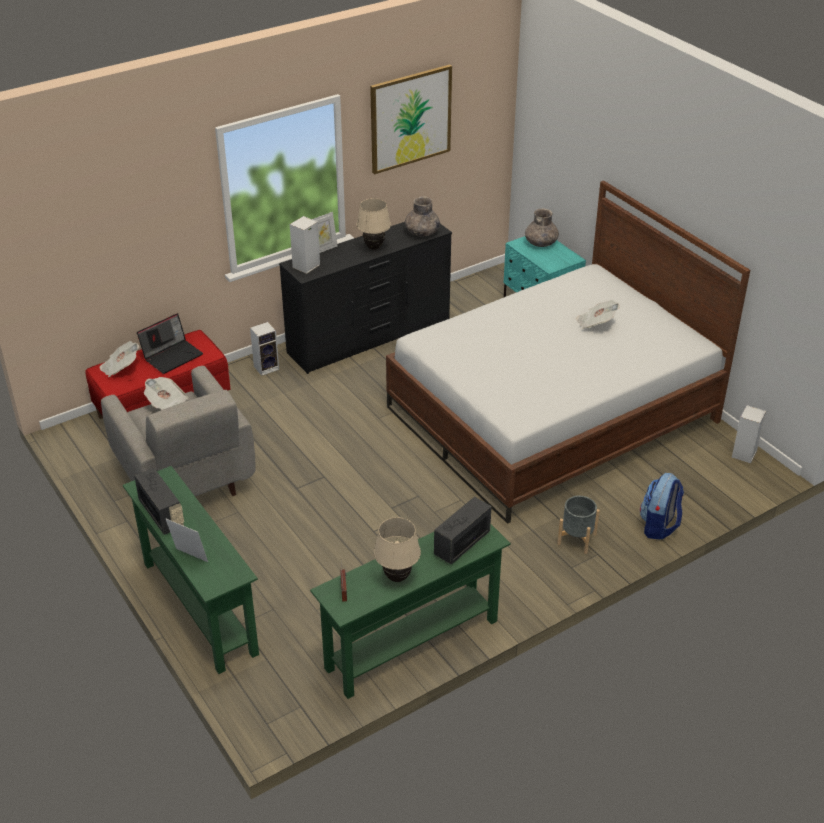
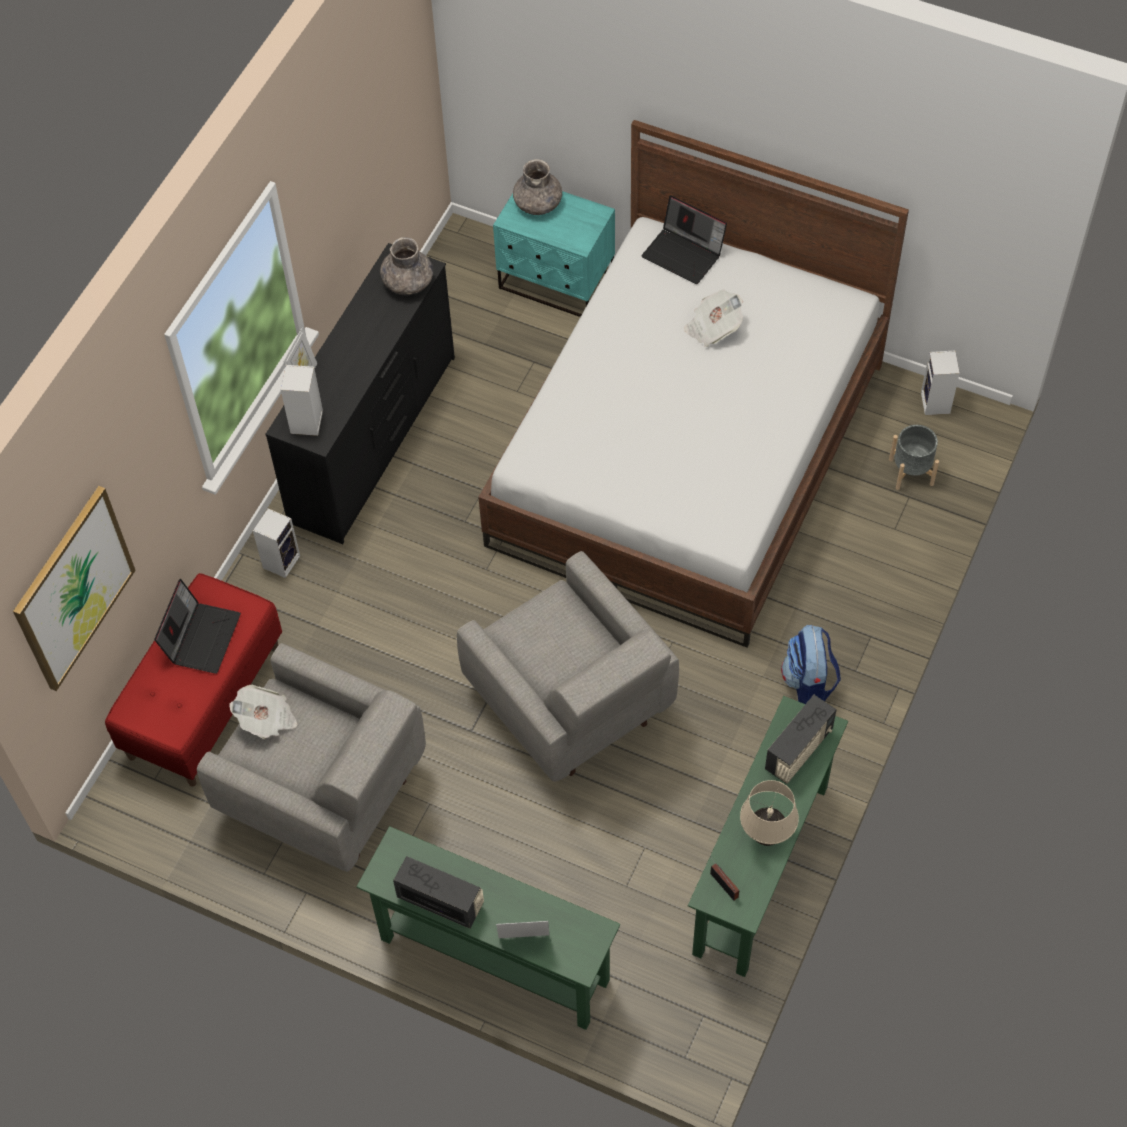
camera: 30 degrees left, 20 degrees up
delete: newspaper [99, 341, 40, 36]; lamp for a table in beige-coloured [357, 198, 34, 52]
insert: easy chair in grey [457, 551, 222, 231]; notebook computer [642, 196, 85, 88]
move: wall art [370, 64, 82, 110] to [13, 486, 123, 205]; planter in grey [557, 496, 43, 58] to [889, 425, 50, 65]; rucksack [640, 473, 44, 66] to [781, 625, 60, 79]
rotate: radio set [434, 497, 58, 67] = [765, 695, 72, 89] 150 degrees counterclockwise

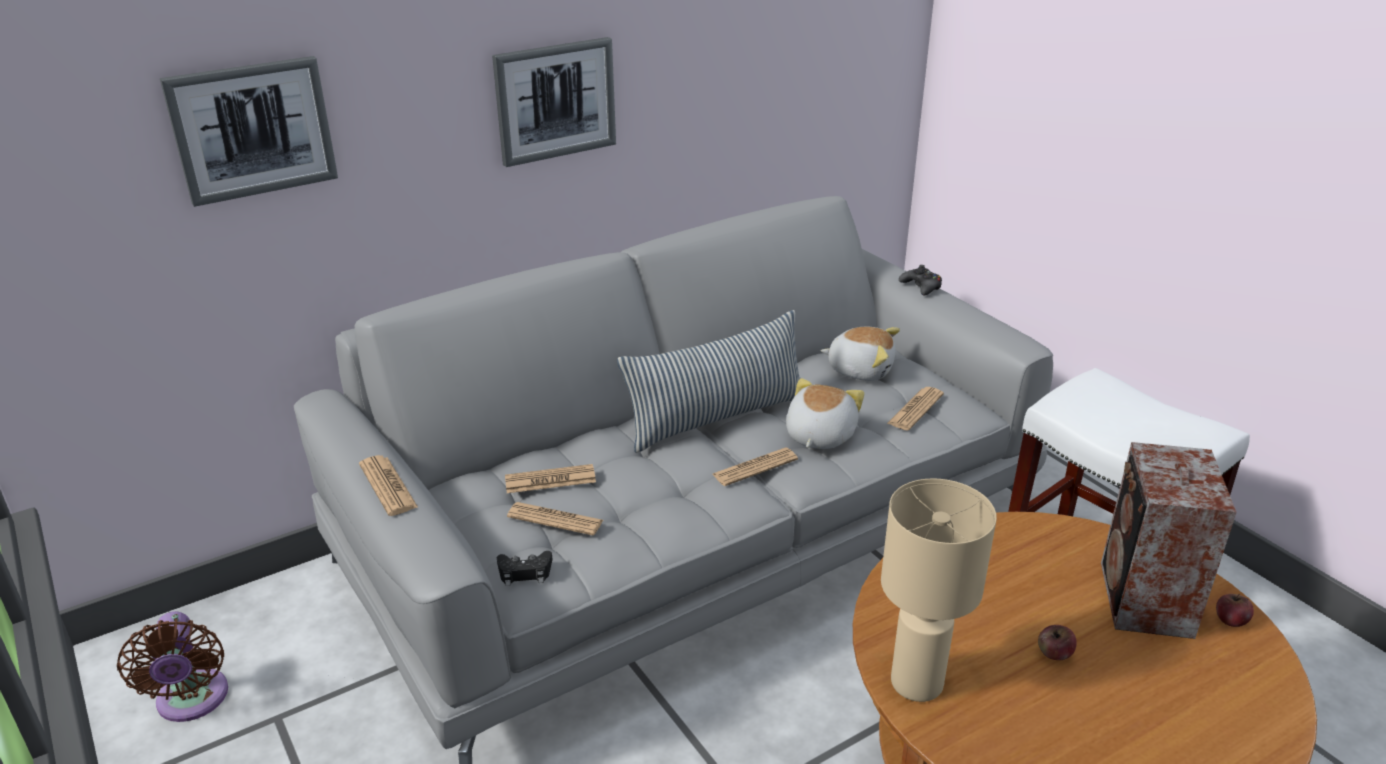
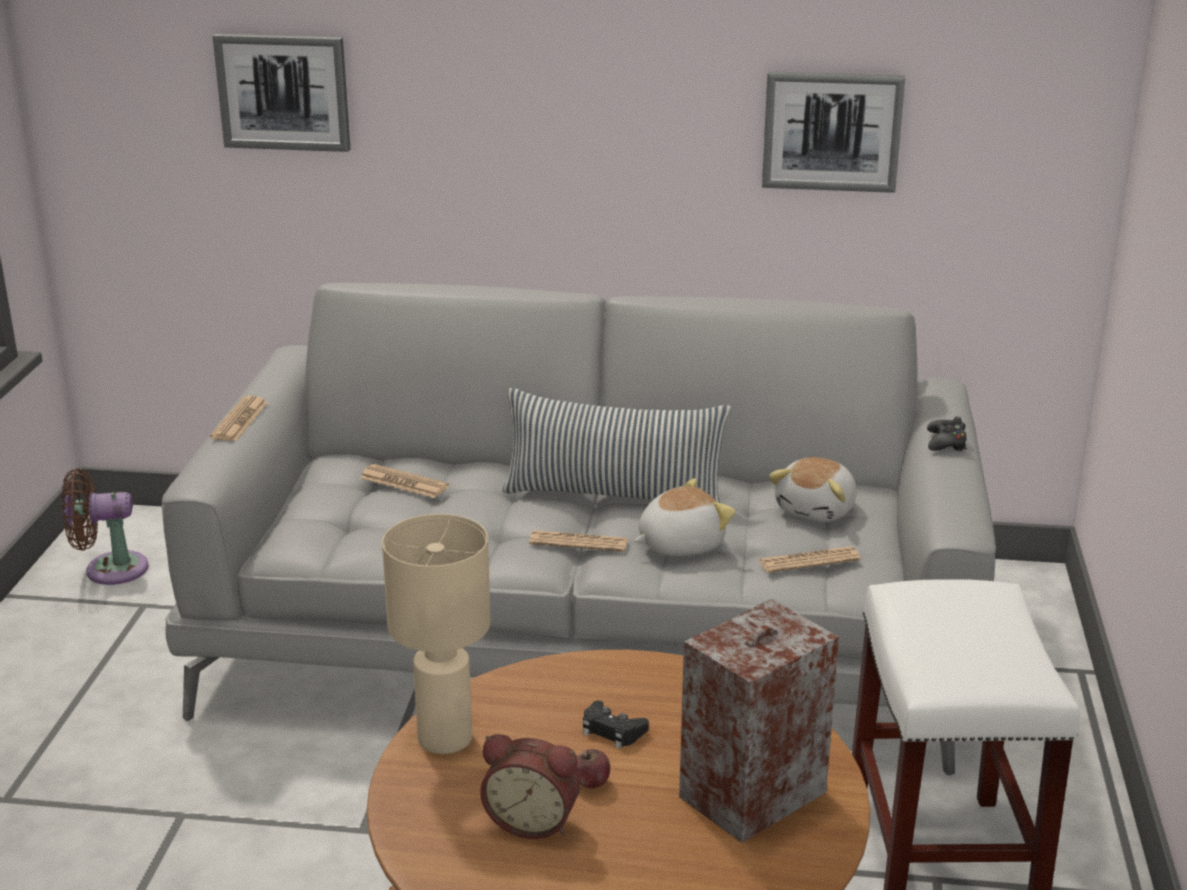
camera: 40 degrees right, 5 degrees down
delete: newspaper [507, 502, 96, 33]; apple fruit [1216, 594, 38, 33]
insert: alarm clock [480, 734, 101, 105]
move: wall art [492, 37, 124, 130] to [762, 71, 143, 122]; gamepad in blackish [497, 551, 56, 35] to [583, 701, 66, 48]
rotate: electric fan in brownish [117, 611, 111, 111] = [62, 468, 87, 117] 60 degrees clockwise; cuddly toy [821, 327, 79, 54] = [769, 457, 88, 65] 60 degrees clockwise

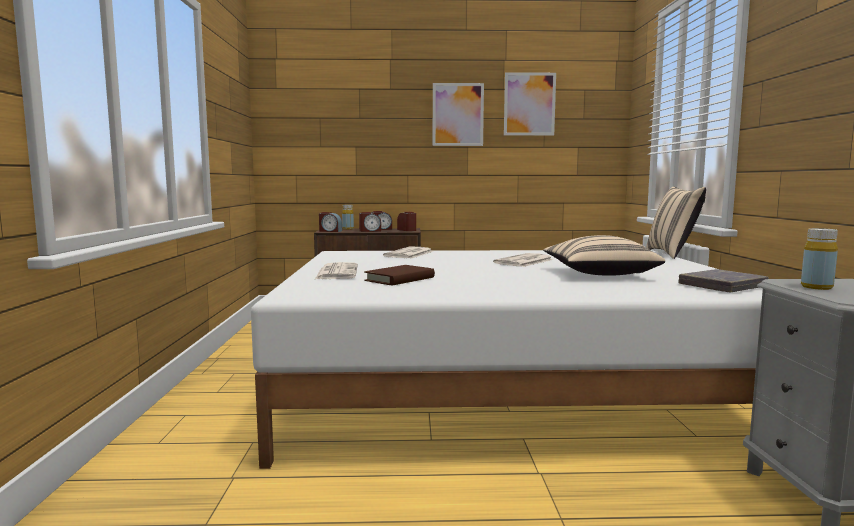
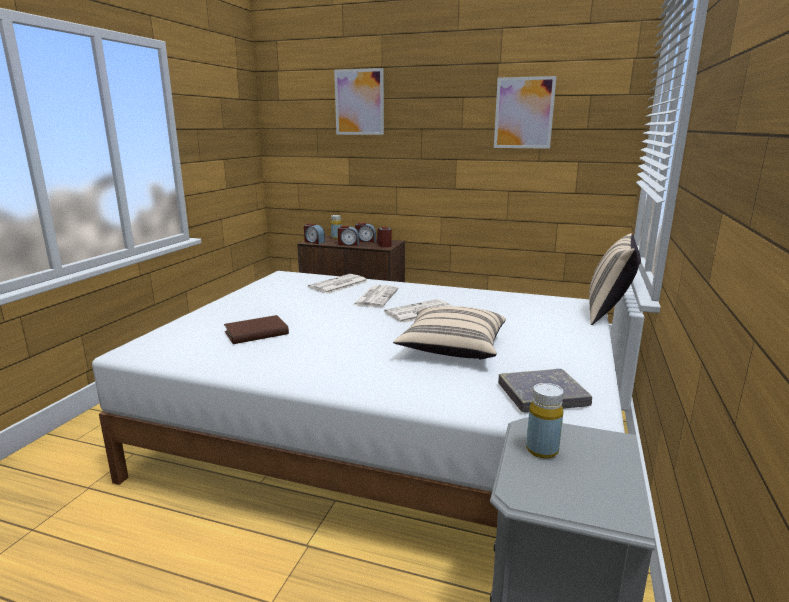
camera: 20 degrees right, 10 degrees up
move: newspaper [315, 262, 43, 17] to [353, 285, 46, 23]; wall art [433, 83, 51, 63] to [334, 68, 50, 67]

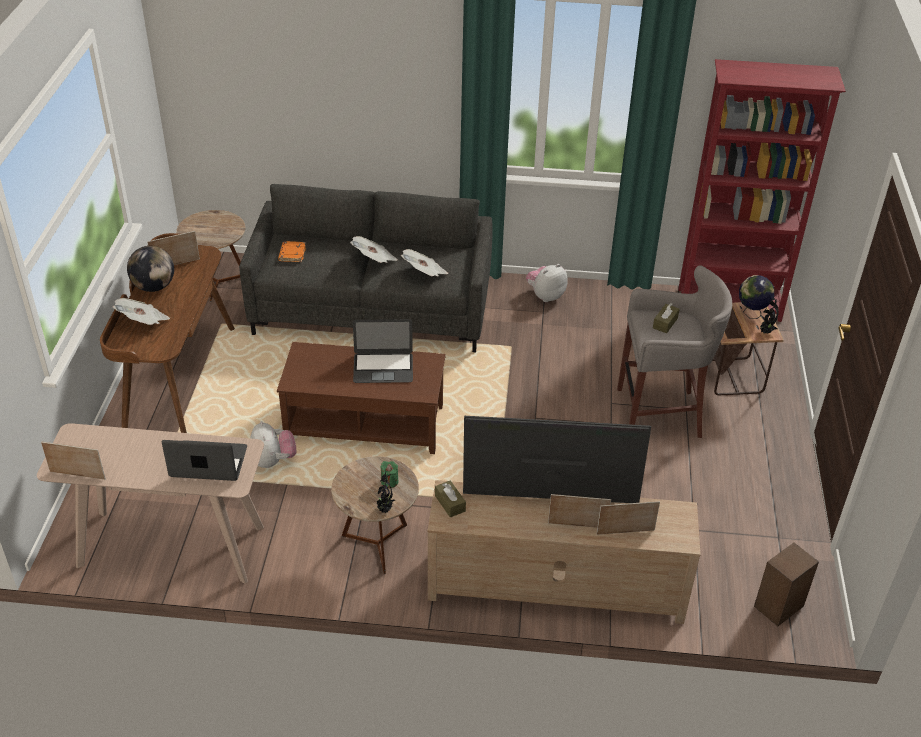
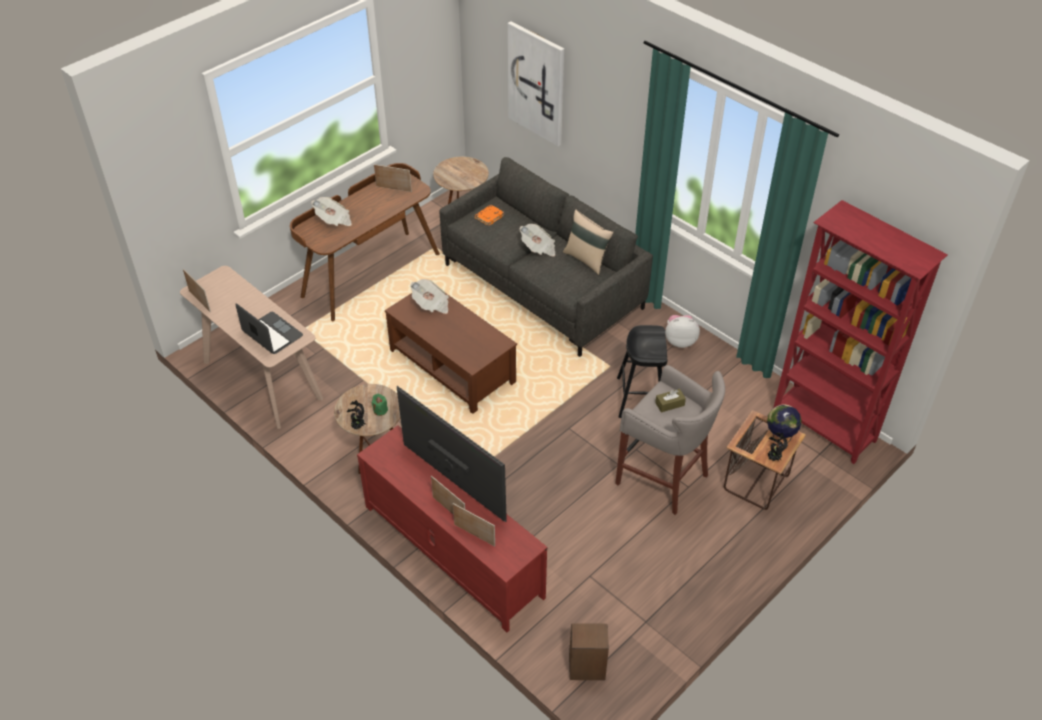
camera: 40 degrees right, 5 degrees up
delete: globe [127, 246, 47, 46]; cuddly toy [250, 421, 46, 47]; notebook computer [353, 319, 60, 64]; tissue box in brownish [435, 480, 31, 37]
insert: wall art [508, 21, 56, 125]; cushion in beige-coloured [563, 210, 51, 65]; stool in blackish [617, 325, 51, 93]
move: newspaper [401, 249, 47, 28] to [410, 279, 39, 35]
recolor: media console in beige-coloured [428, 480, 273, 144] to media console in red [357, 426, 190, 206]

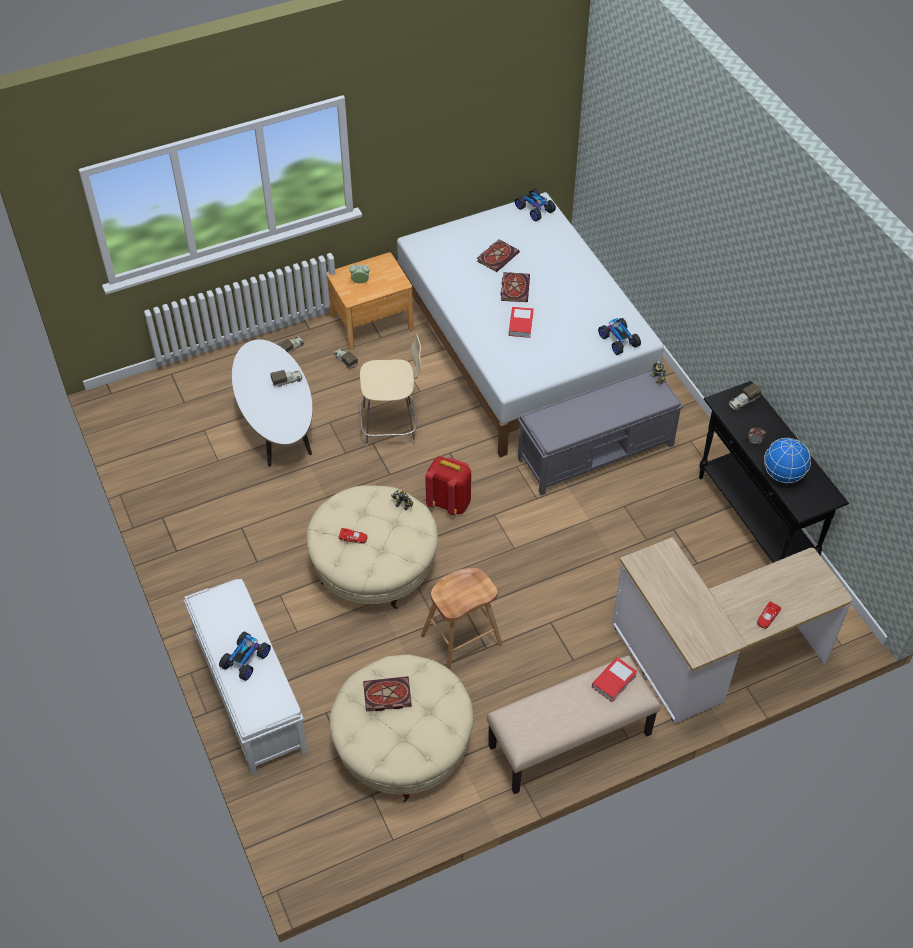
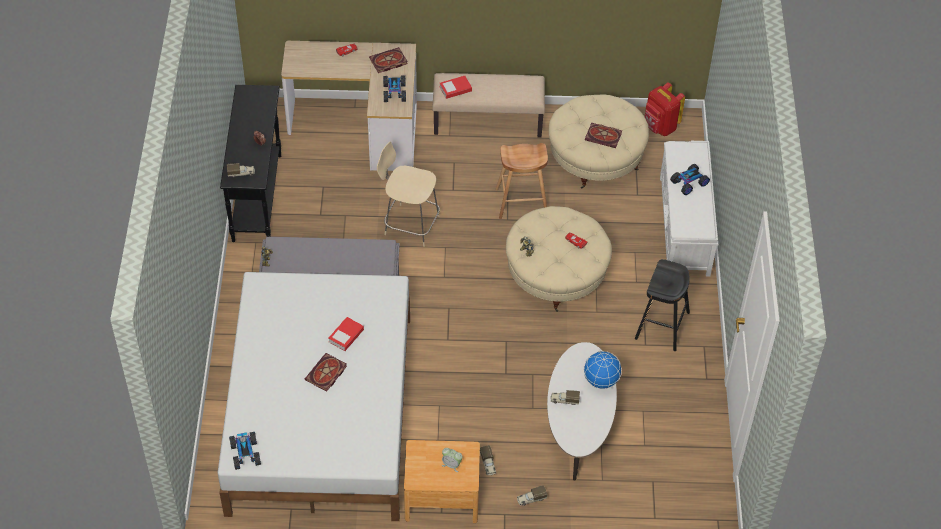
camera: 155 degrees left, 0 degrees up
insert: stool in blackish [635, 259, 55, 92]
move: stool in beige-coloured [359, 334, 62, 114] to [377, 141, 63, 106]; rucksack in red [425, 457, 46, 58] to [644, 82, 41, 54]; bound book [477, 239, 43, 33] to [369, 47, 39, 26]; miniature car [598, 318, 43, 37] to [383, 75, 23, 27]; globe [764, 438, 47, 45] to [584, 351, 38, 38]

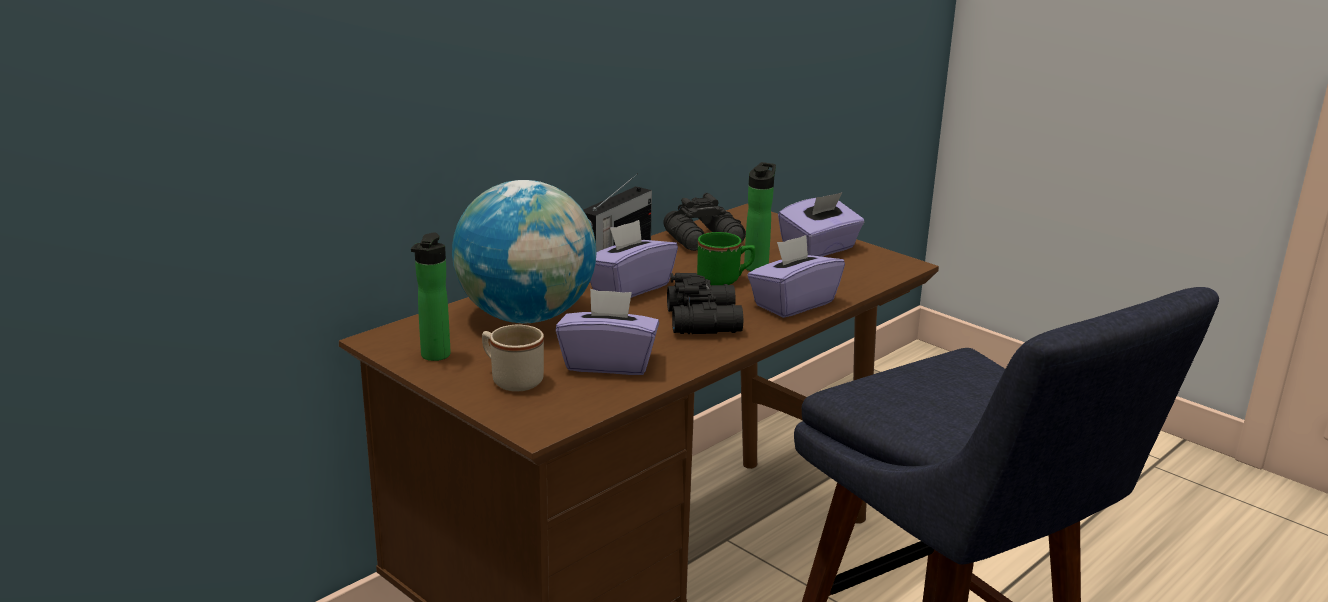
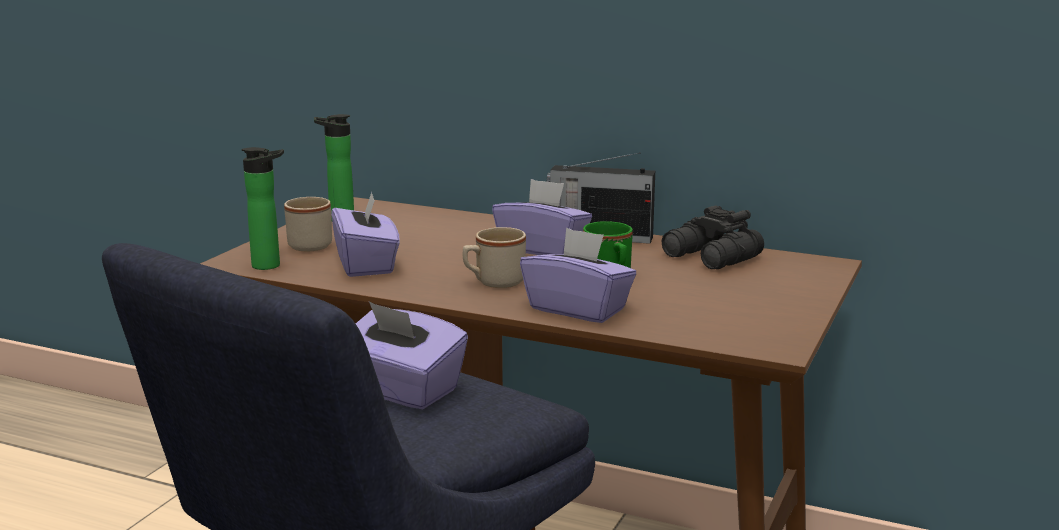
camera: 70 degrees right, 5 degrees down
delete: globe [452, 180, 144, 143]
move: drink bottle [744, 162, 32, 109] to [242, 147, 42, 123]; tissue box in purple-coloured [778, 192, 86, 65] to [356, 302, 112, 107]
replace: field glasses in blackish [667, 273, 76, 61] to tea mug in beige-coloured [463, 227, 63, 61]

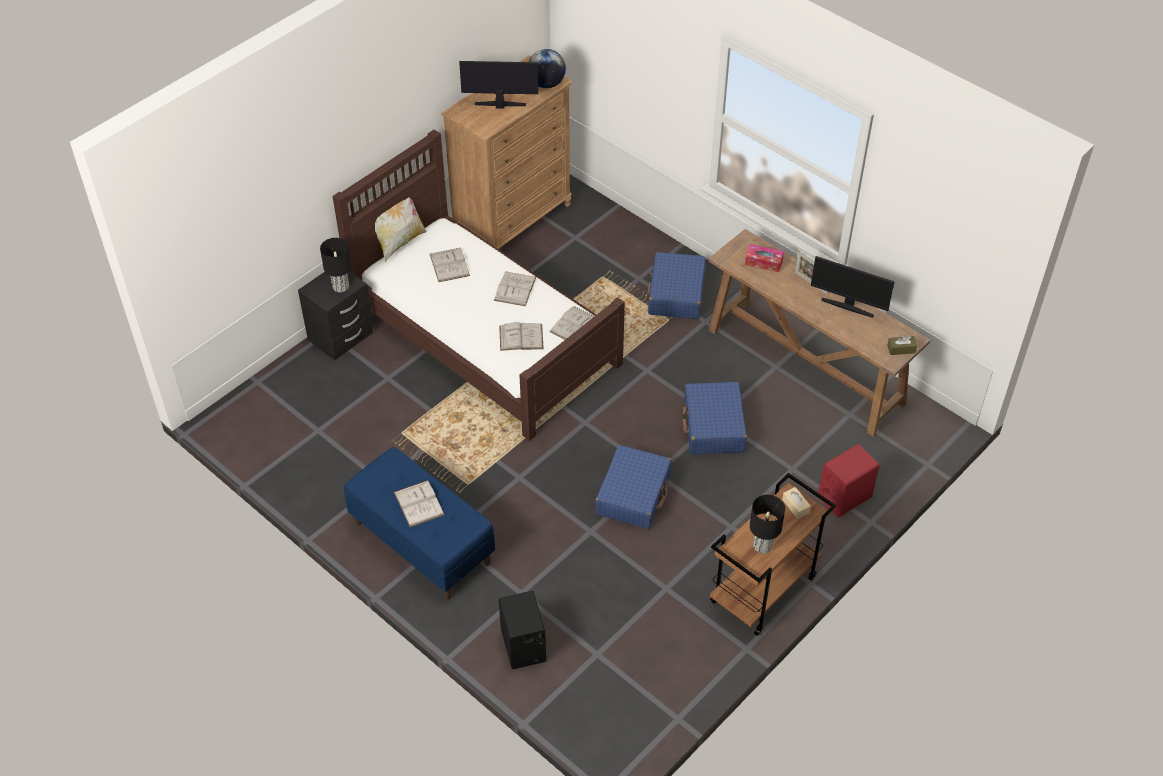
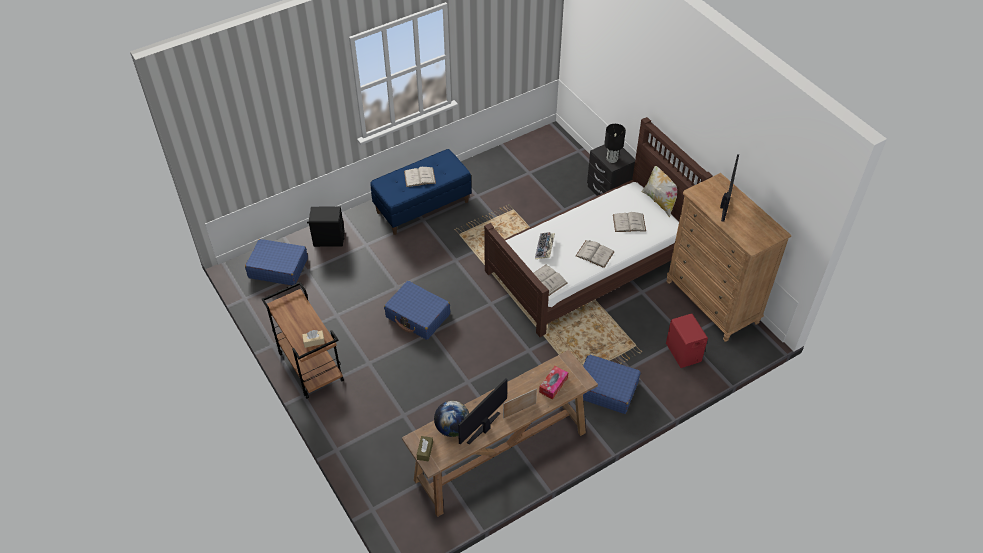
camera: 105 degrees right, 0 degrees up
delete: lamp for a table in blackish [750, 495, 35, 58]
move: globe [529, 49, 37, 39] to [434, 401, 35, 36]; suitcase in blue [683, 382, 64, 72] to [245, 239, 63, 46]; speaker in red [818, 444, 62, 74] to [666, 313, 42, 55]
replace: bound book in whitish [499, 322, 45, 29] to PC keyboard [535, 232, 20, 27]

